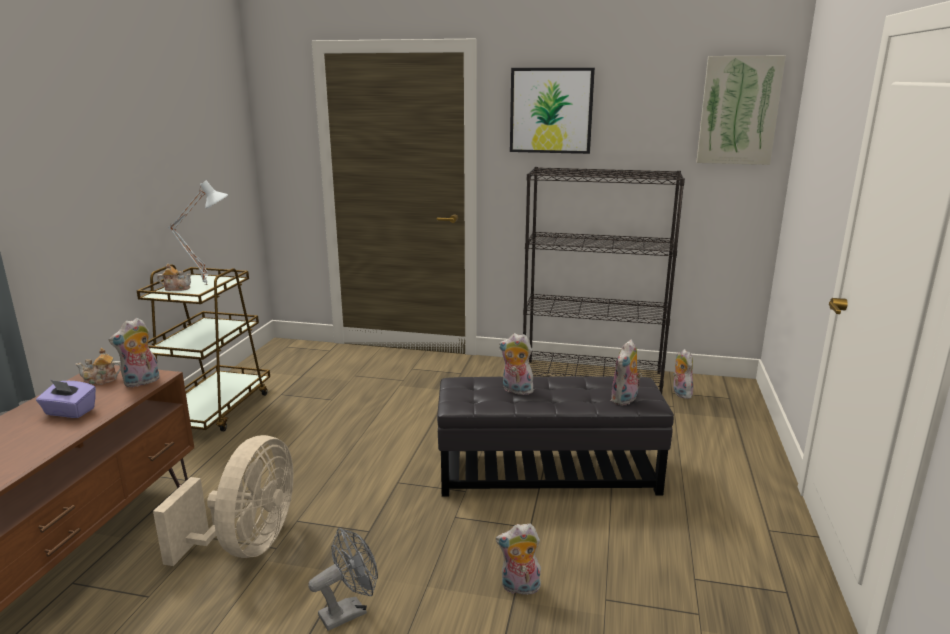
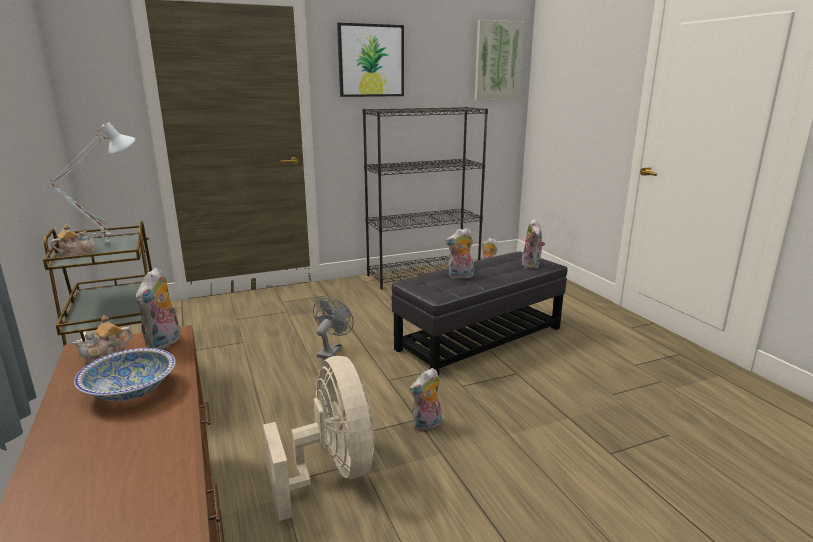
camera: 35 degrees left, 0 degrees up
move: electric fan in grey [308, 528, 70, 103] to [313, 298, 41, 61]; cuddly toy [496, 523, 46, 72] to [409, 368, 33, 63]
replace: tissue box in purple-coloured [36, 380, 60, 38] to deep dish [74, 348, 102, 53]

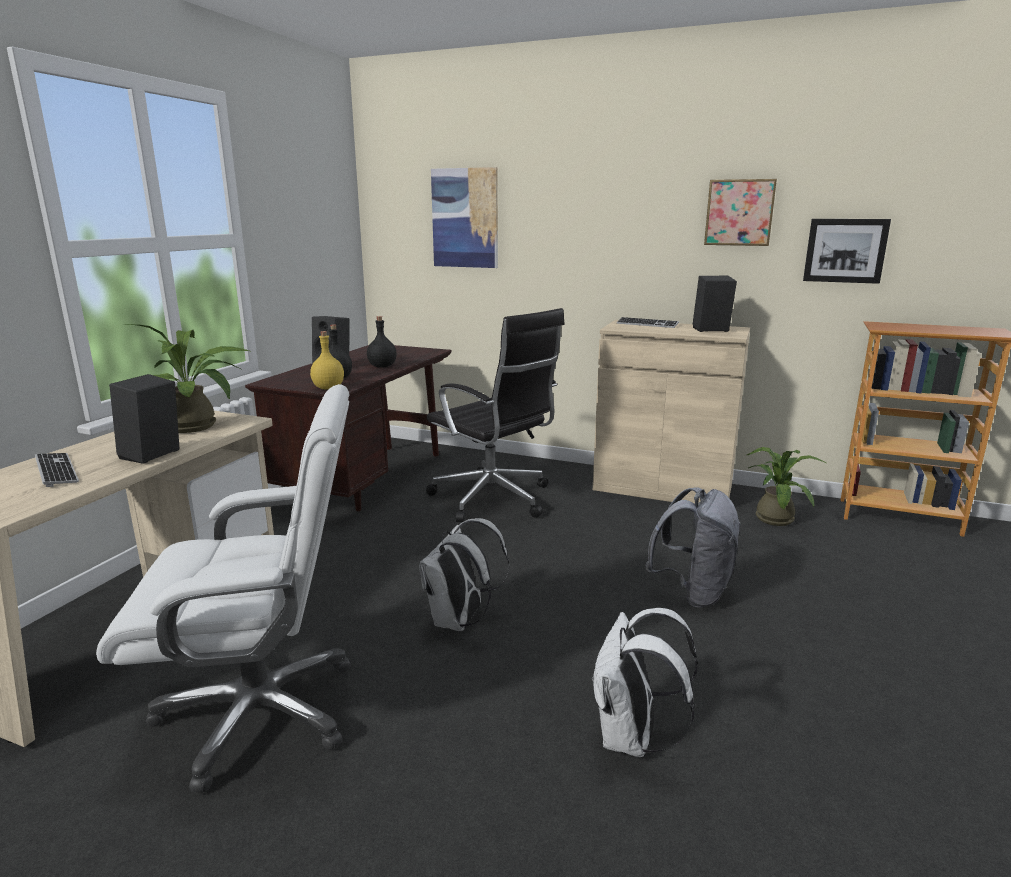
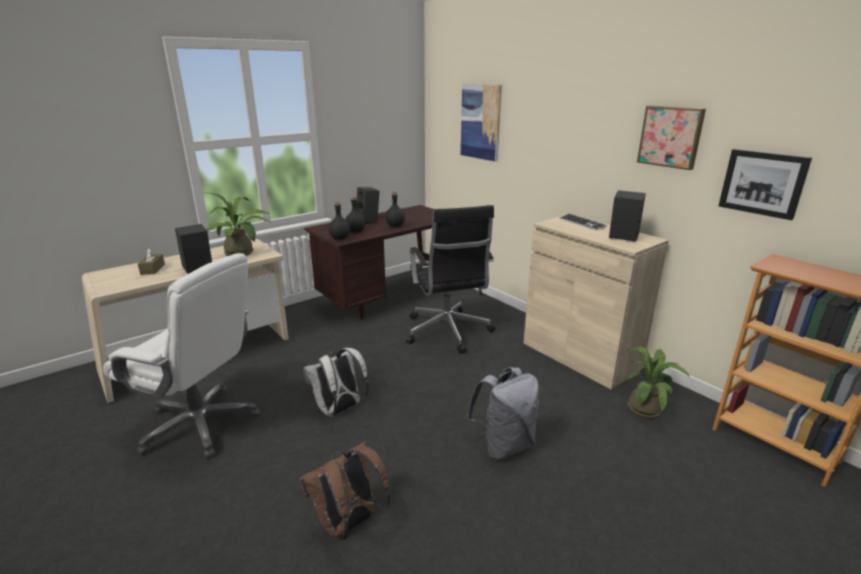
camera: 30 degrees right, 5 degrees up
replace: PC keyboard [35, 453, 44, 34] to tissue box in brownish [138, 248, 27, 27]
recolor: drink bottle in yellowish [310, 331, 34, 58] to drink bottle in blackish [329, 202, 21, 38]; rucksack in whitish [592, 608, 106, 149] to rucksack in brownish [300, 441, 90, 99]

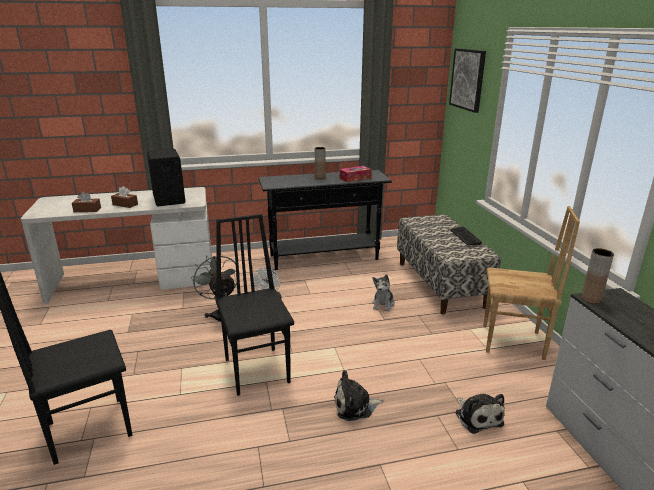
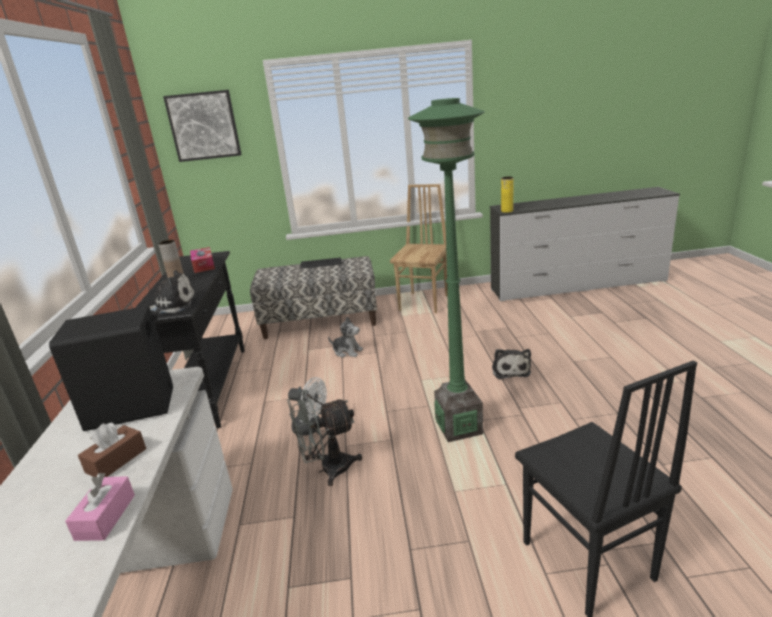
camera: 80 degrees left, 0 degrees up
move: cuddly toy [455, 394, 50, 40] to [150, 270, 46, 44]
replace: chair in blackish [215, 214, 79, 182] to standing lamp in green-coloured [408, 98, 77, 344]
recolor: tissue box in brownish [72, 192, 29, 20] to tissue box in pinkish [65, 473, 70, 68]; flower vase in brownish [581, 248, 33, 56] to flower vase in yellowish [501, 177, 12, 36]

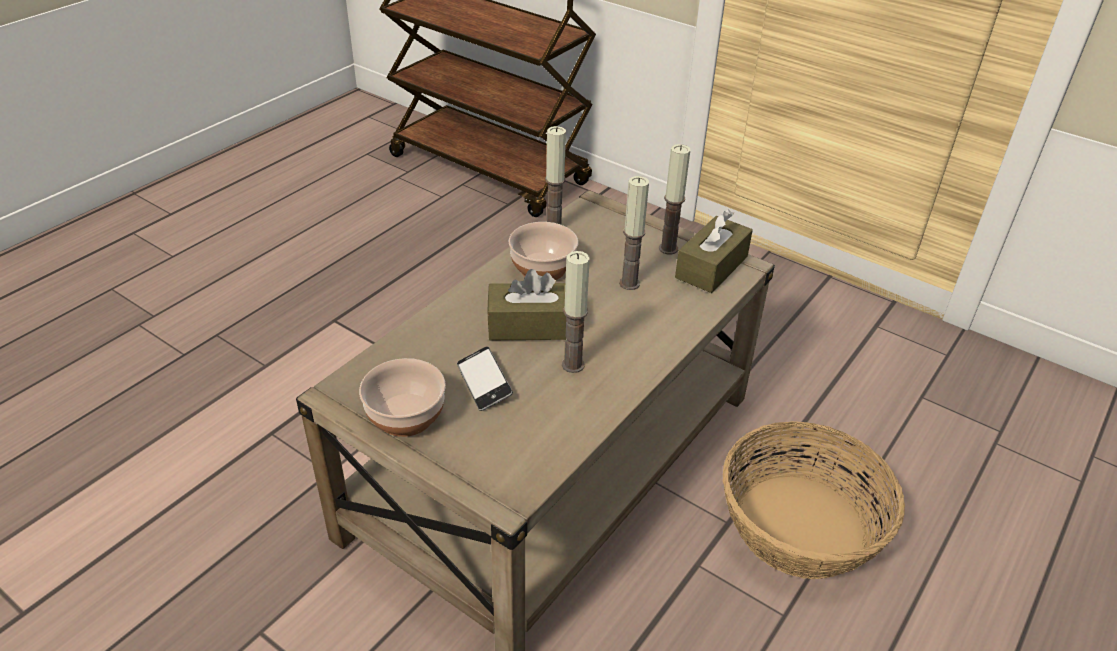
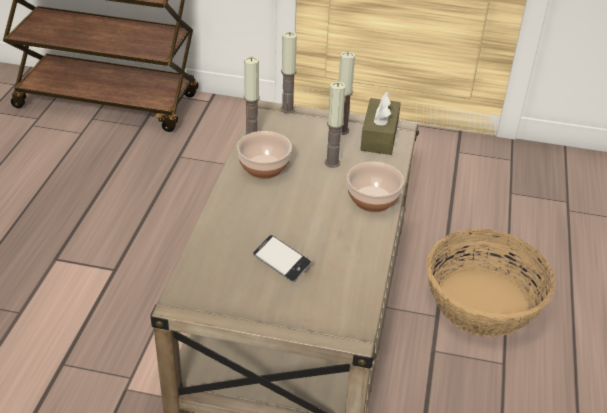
camera: 25 degrees left, 0 degrees up
delete: tissue box in brownish [487, 269, 80, 71]
move: deep dish [359, 358, 87, 79] to [347, 162, 57, 50]; candle [562, 251, 28, 122] to [281, 32, 16, 82]

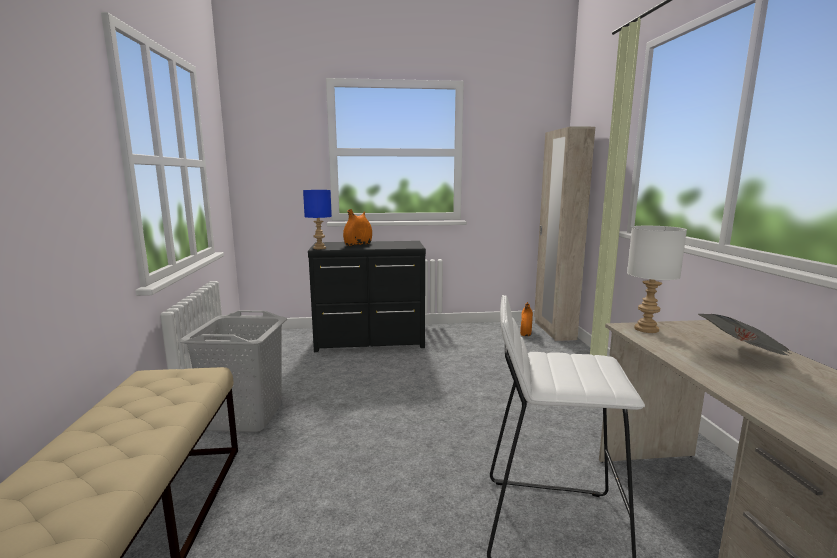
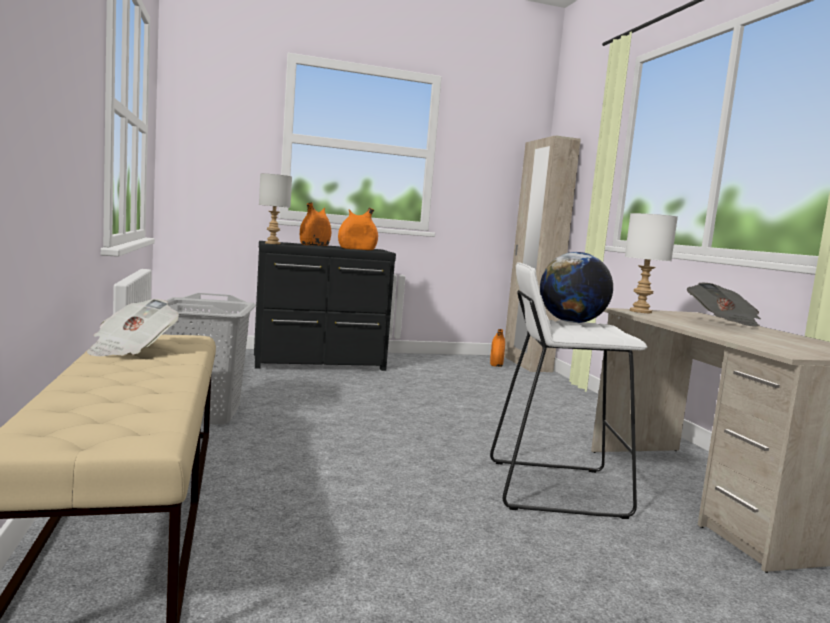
camera: 10 degrees left, 5 degrees down
insert: newspaper [87, 299, 92, 57]; flower vase in orange-coloured [338, 208, 40, 42]; globe [540, 252, 73, 71]
recolor: lamp for a table in blue [303, 190, 29, 59] to lamp for a table in grey [259, 173, 33, 71]

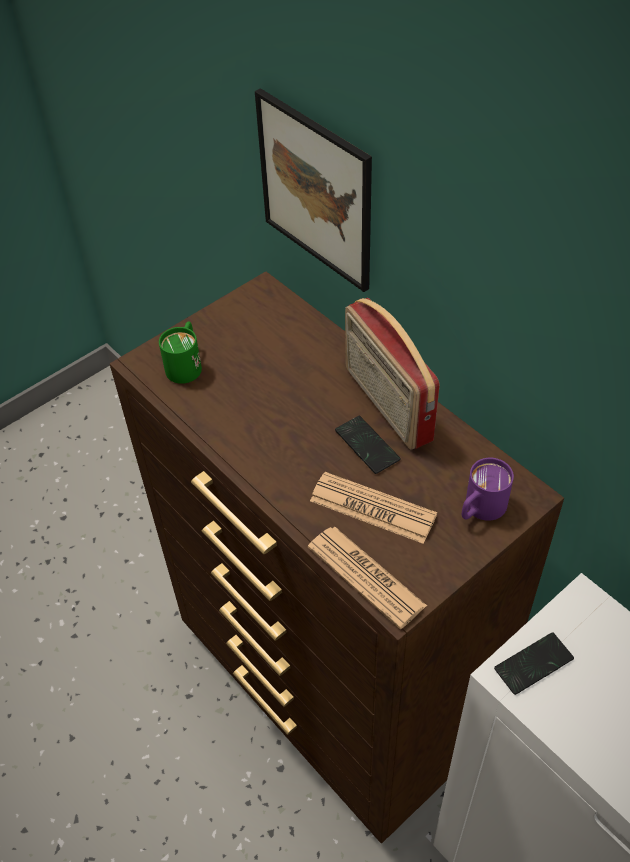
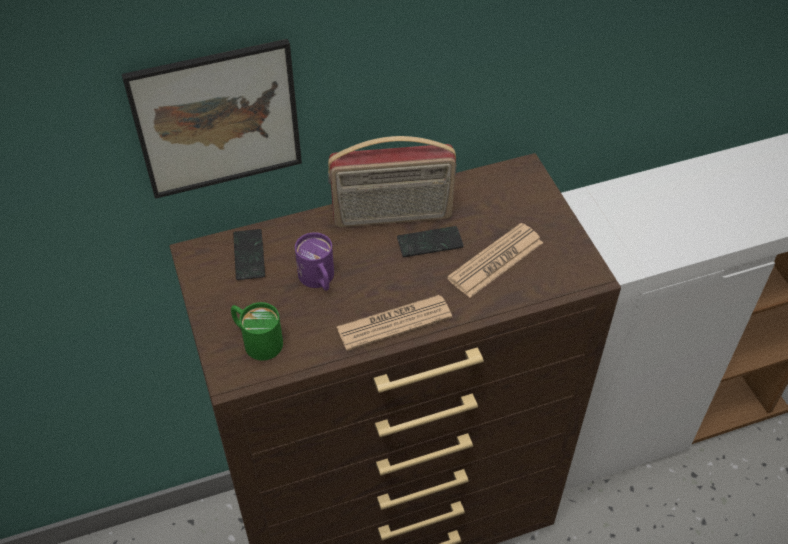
camera: 70 degrees left, 0 degrees up
move: newspaper [308, 527, 119, 102] to [337, 295, 115, 56]; tea mug in purple-coloured [462, 458, 52, 63] to [295, 232, 39, 59]; phone [494, 632, 80, 63] to [233, 229, 32, 51]

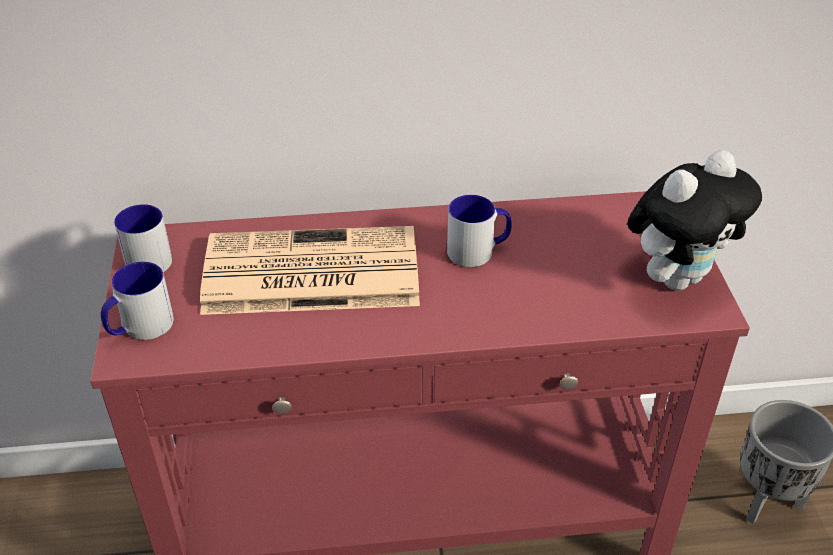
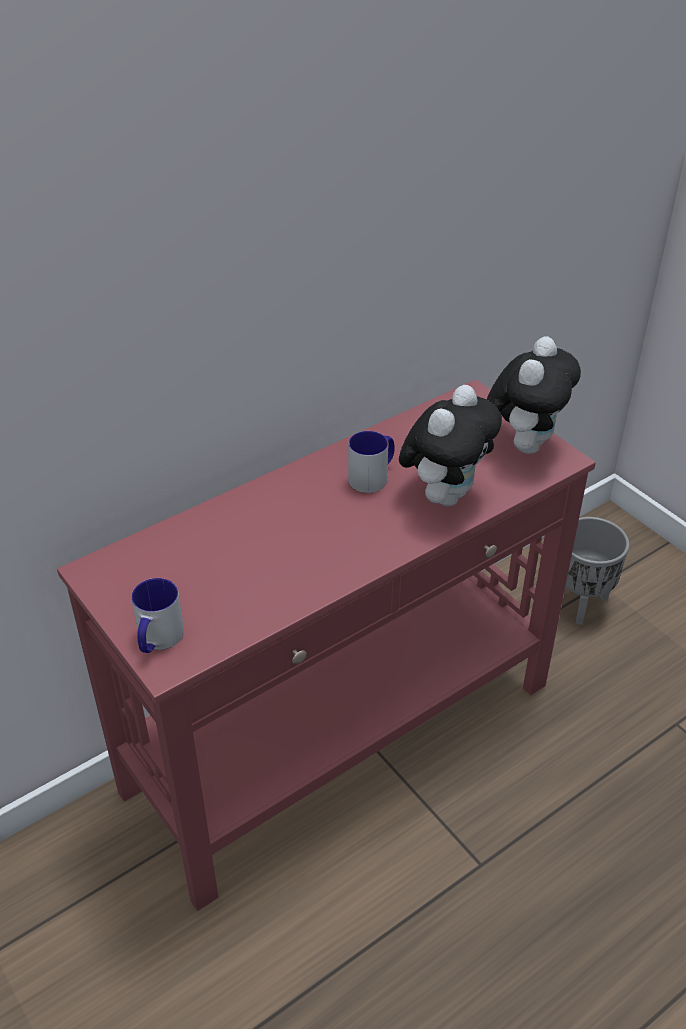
camera: 30 degrees left, 0 degrees up
delete: tea mug [114, 204, 58, 68]; newspaper [200, 226, 220, 89]
insert: cuddly toy [399, 385, 103, 121]

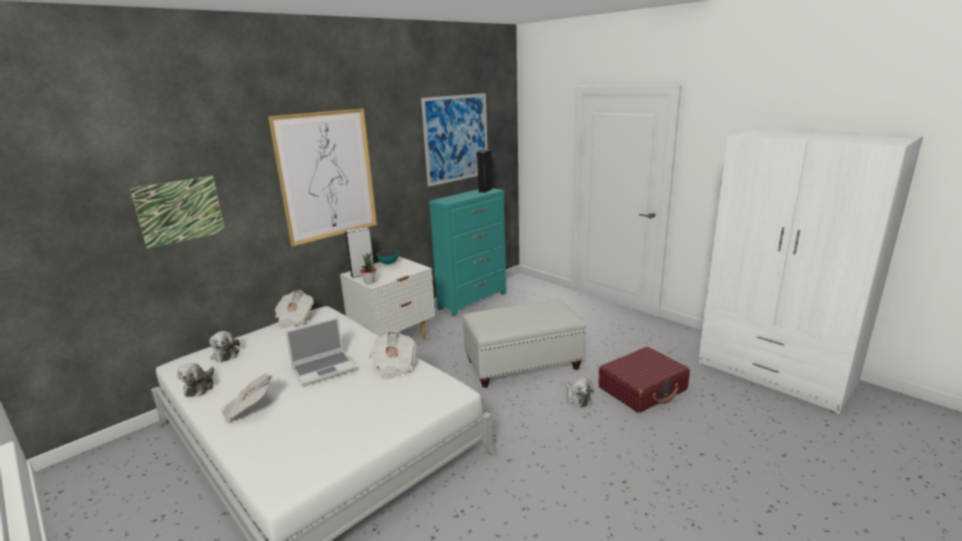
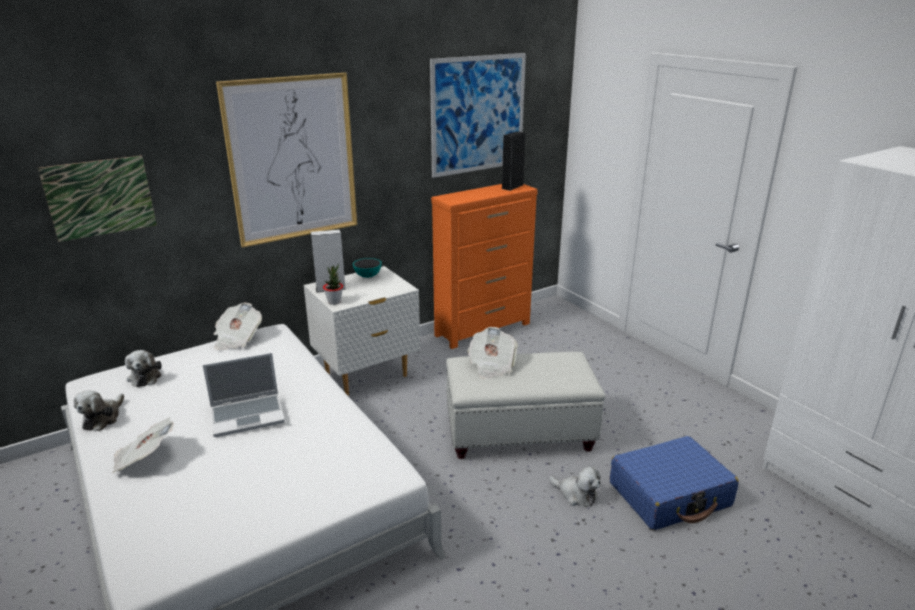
camera: 10 degrees right, 5 degrees up
move: newspaper [370, 331, 46, 49] to [467, 327, 51, 52]
recolor: chest of drawers in turquoise-coloured [429, 188, 77, 129] to chest of drawers in orange-coloured [431, 184, 107, 165]; suitcase in red [599, 347, 91, 66] to suitcase in blue [610, 436, 129, 94]
rotate: cuddly toy [566, 378, 28, 30] = [549, 467, 52, 40] 45 degrees counterclockwise

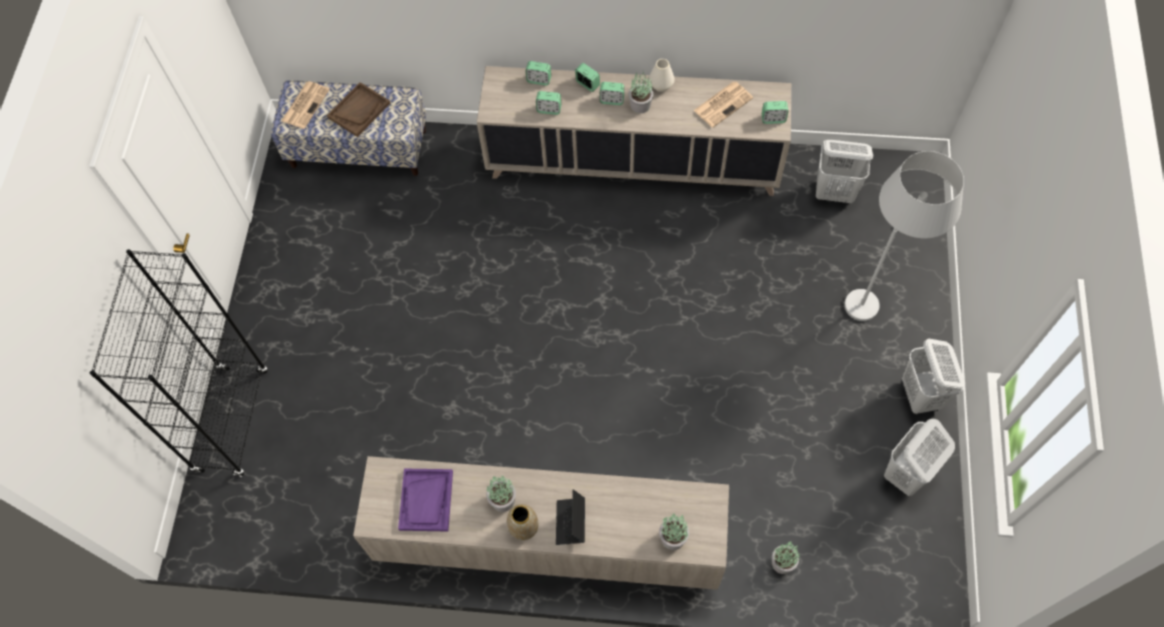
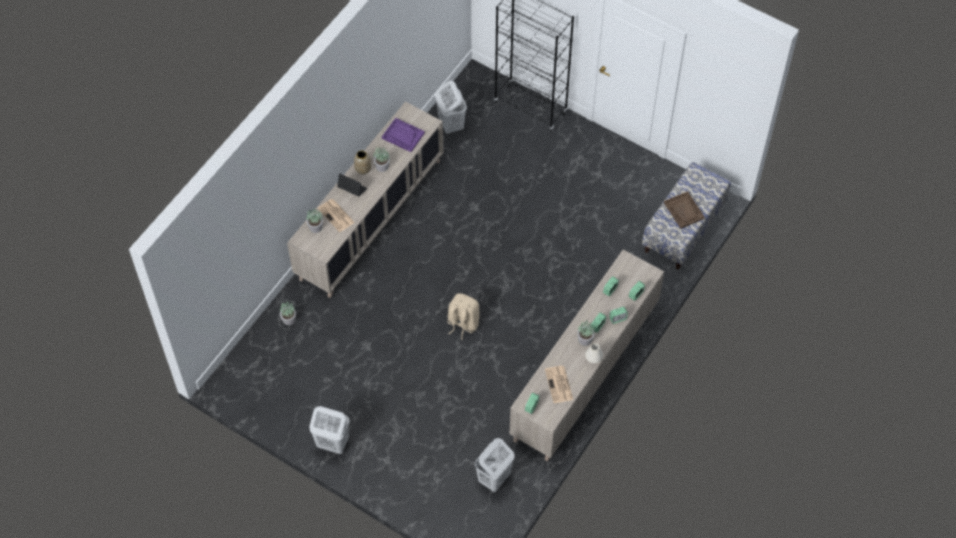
camera: 115 degrees right, 5 degrees down
delete: standing lamp in whitish [844, 151, 120, 170]
insert: rucksack in beige-coloured [447, 293, 33, 47]
move: newspaper [281, 81, 49, 48] to [318, 199, 37, 33]; washing basket in whitish [884, 419, 71, 77] to [435, 81, 32, 53]

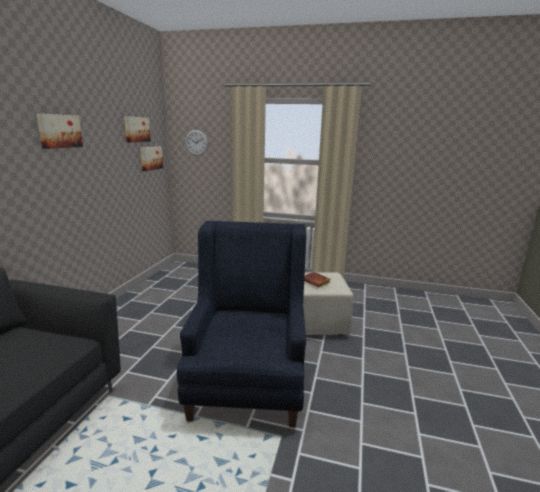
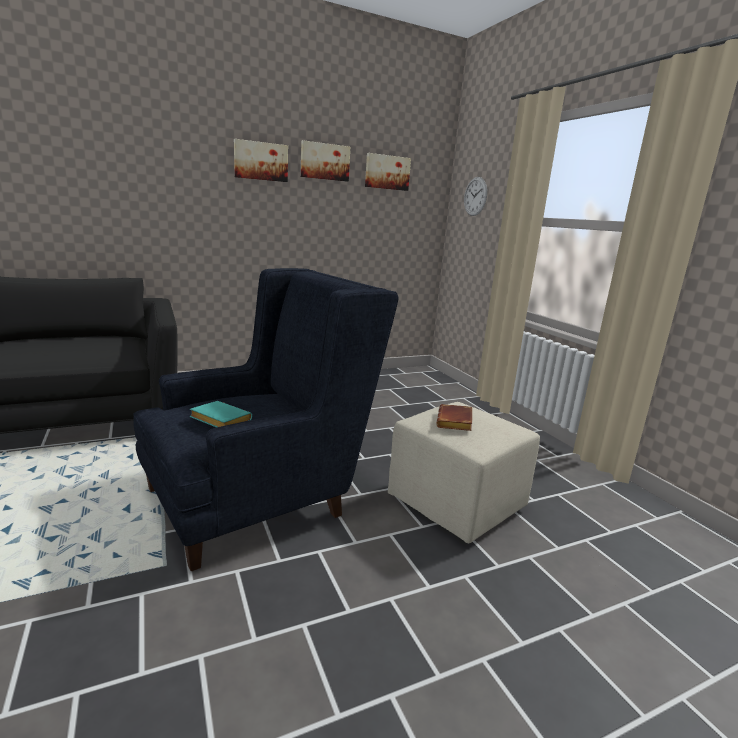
camera: 50 degrees right, 0 degrees up
insert: bound book in turquoise-coloured [190, 401, 62, 27]
move: wall art [140, 147, 23, 24] to [301, 140, 49, 42]

